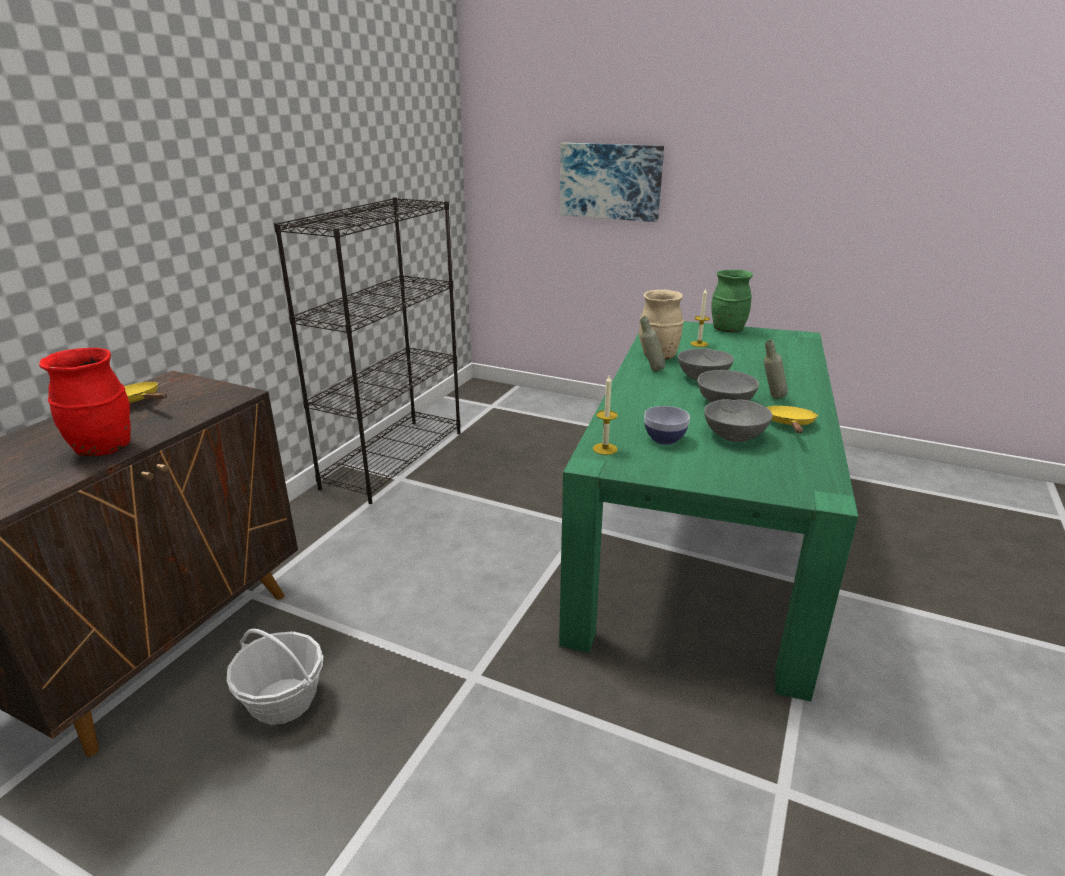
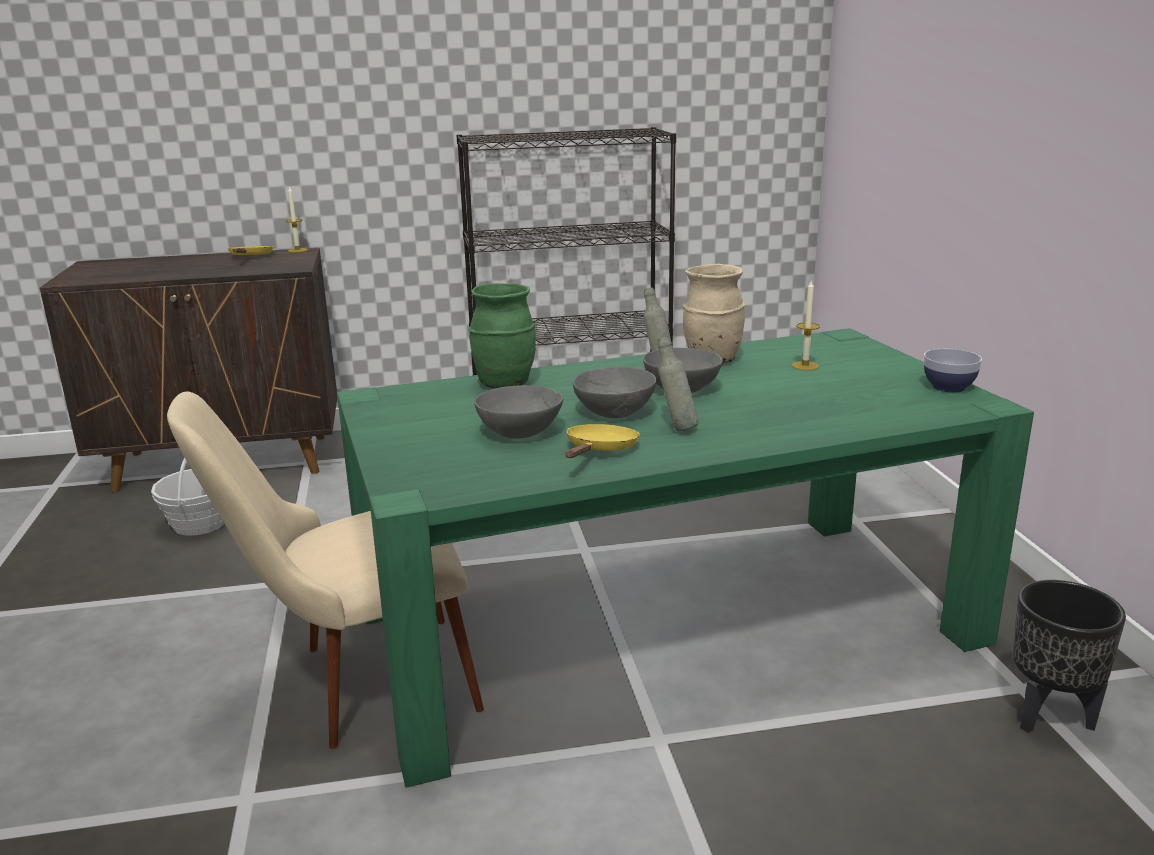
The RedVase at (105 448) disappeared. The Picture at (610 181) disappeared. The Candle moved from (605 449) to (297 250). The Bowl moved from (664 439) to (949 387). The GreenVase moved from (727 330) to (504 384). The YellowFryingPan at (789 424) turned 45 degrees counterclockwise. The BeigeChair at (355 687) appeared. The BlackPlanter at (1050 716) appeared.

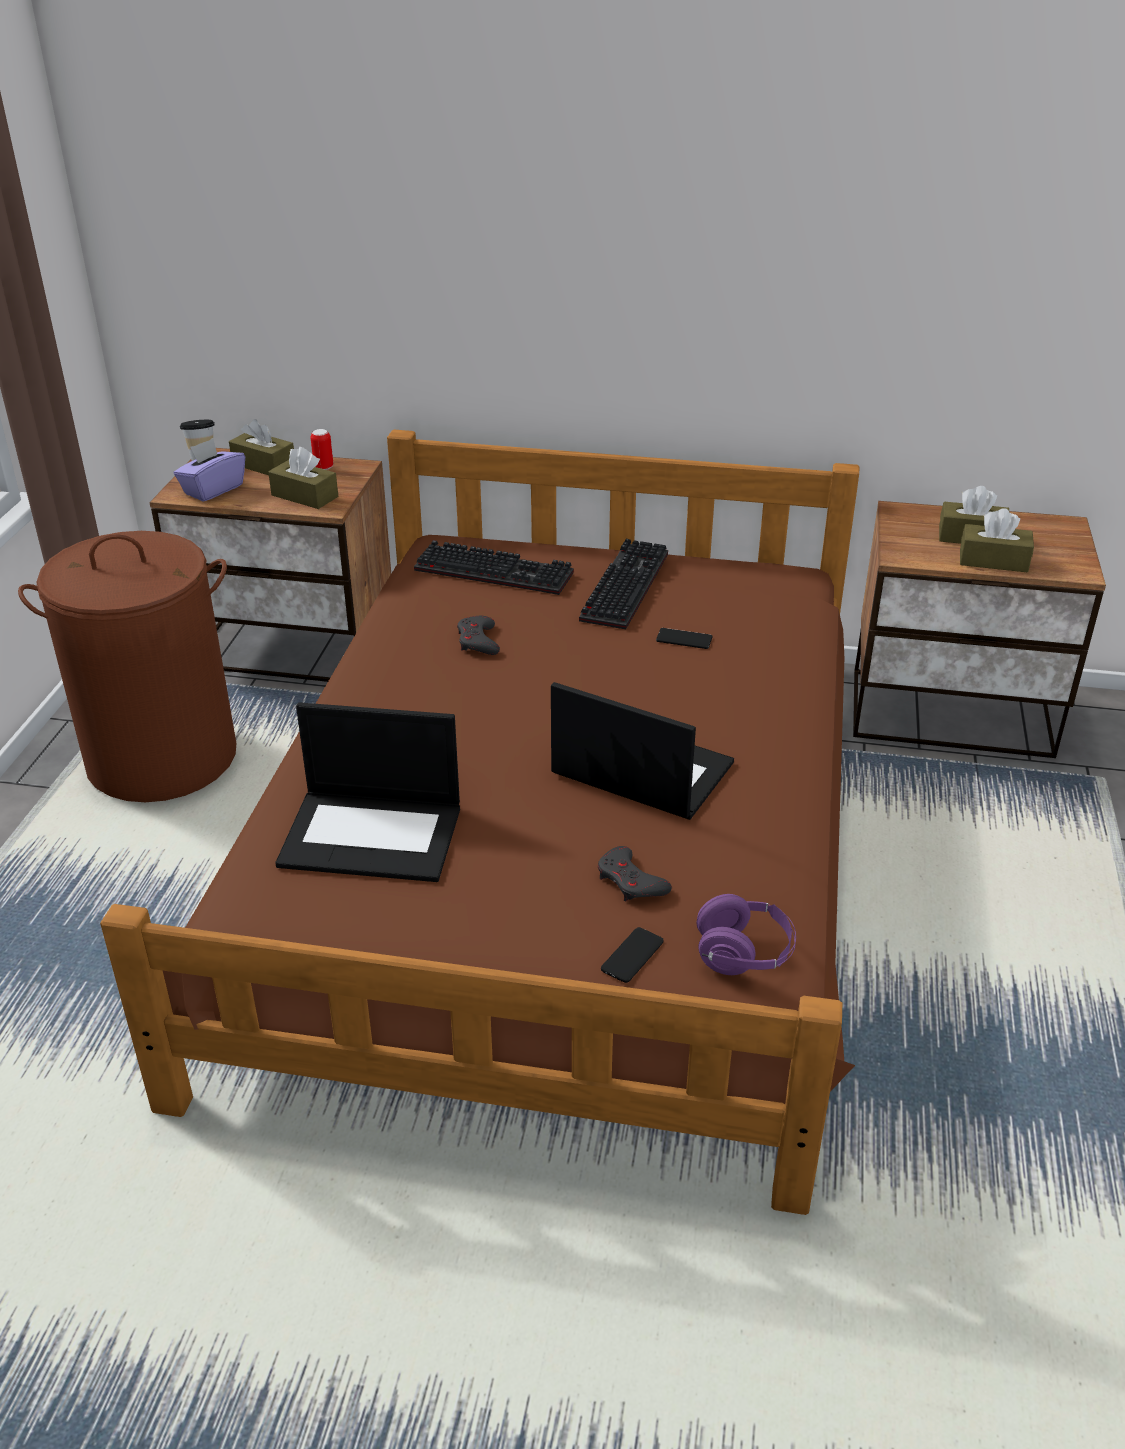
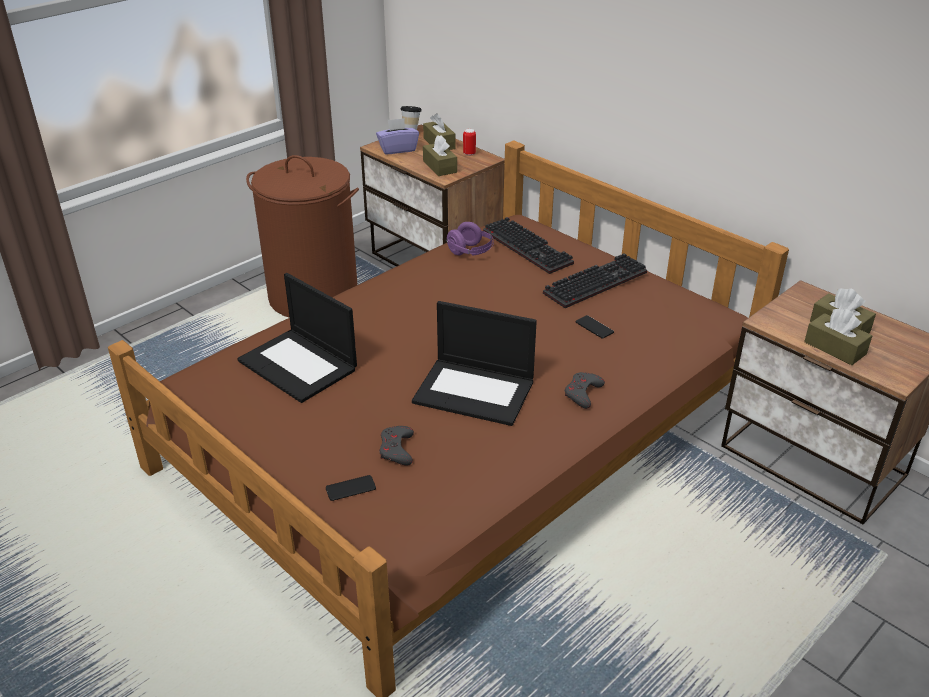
The GreyGameController moved from (478 641) to (582 393). The Laptop at (639 770) turned 135 degrees clockwise. The PurpleHeadphones moved from (744 954) to (470 252).

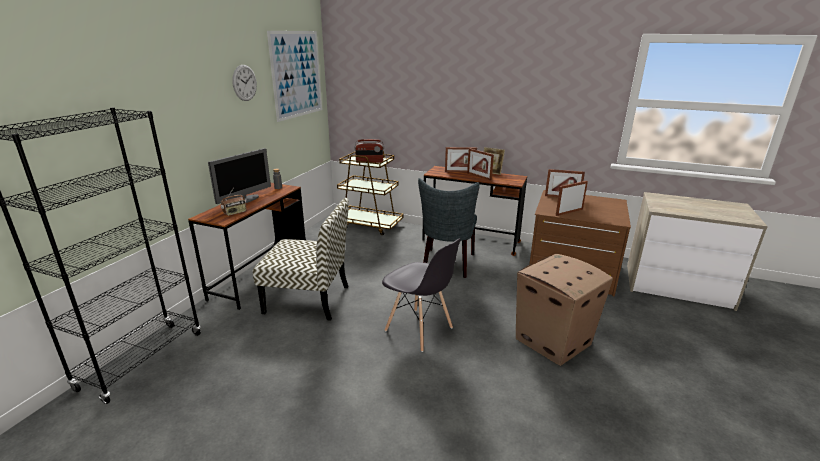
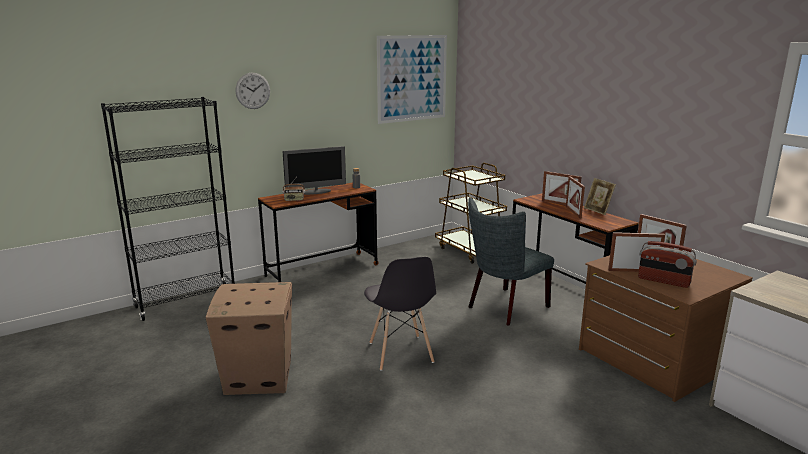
The WallClock moved from (244 83) to (253 90). The Chair at (309 299) disappeared. The Radio moved from (369 162) to (663 281). The CardboardBox moved from (552 342) to (257 377).

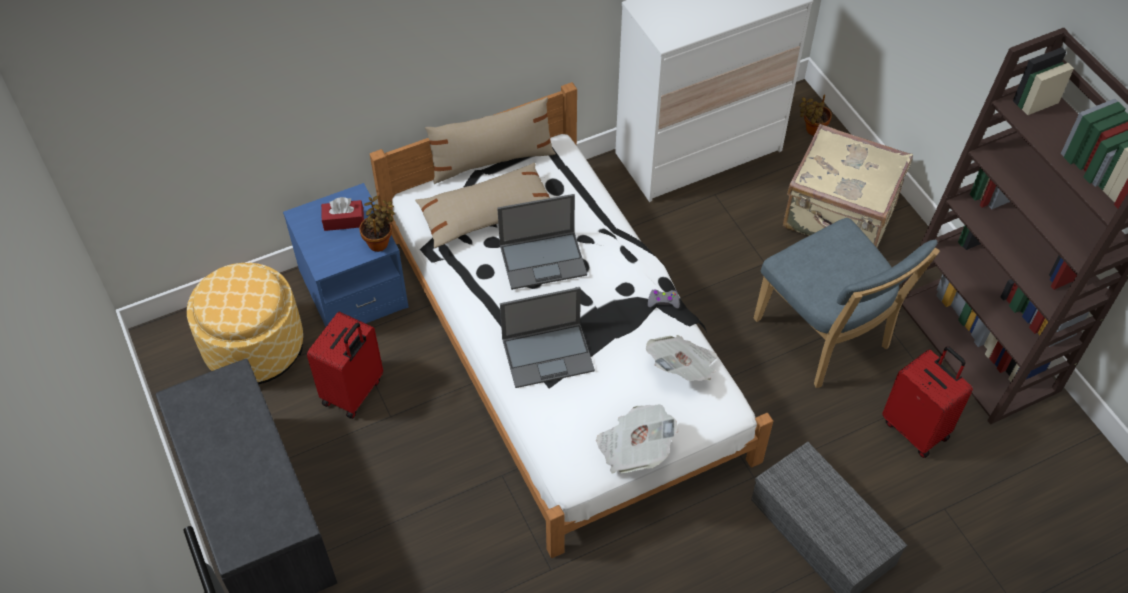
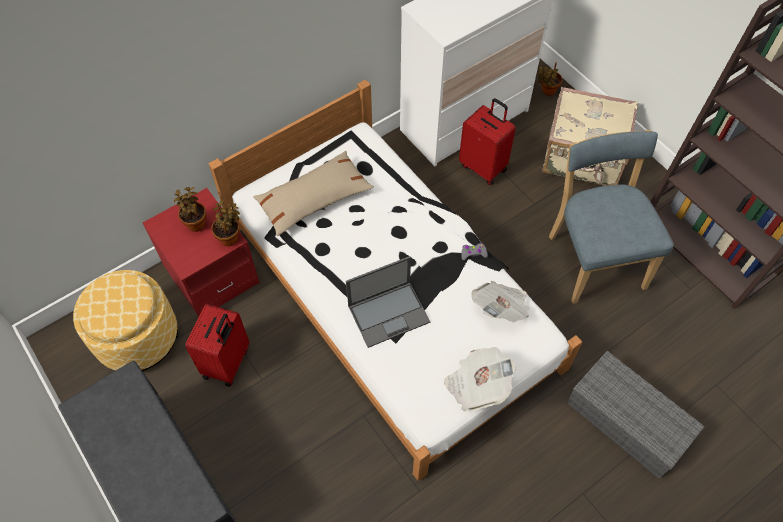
The BlueNightstand at (353 289) became the RedNightstand at (211 274). The RedTissueBox at (344 221) was replaced by the PottedPlant at (196 223). The BeigePillow at (492 161) disappeared. The Laptop at (544 259) disappeared. The BlueChair at (825 338) turned 150 degrees counterclockwise. The RedSuitcase moved from (916 429) to (483 167).

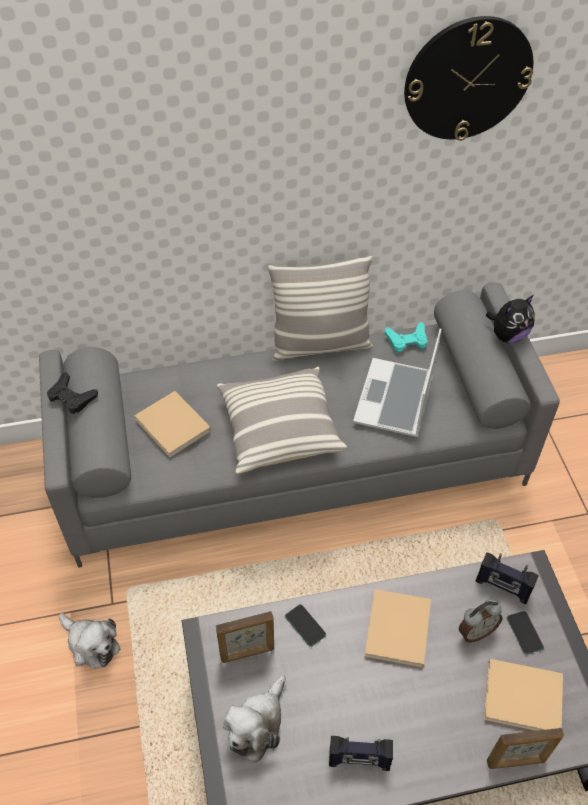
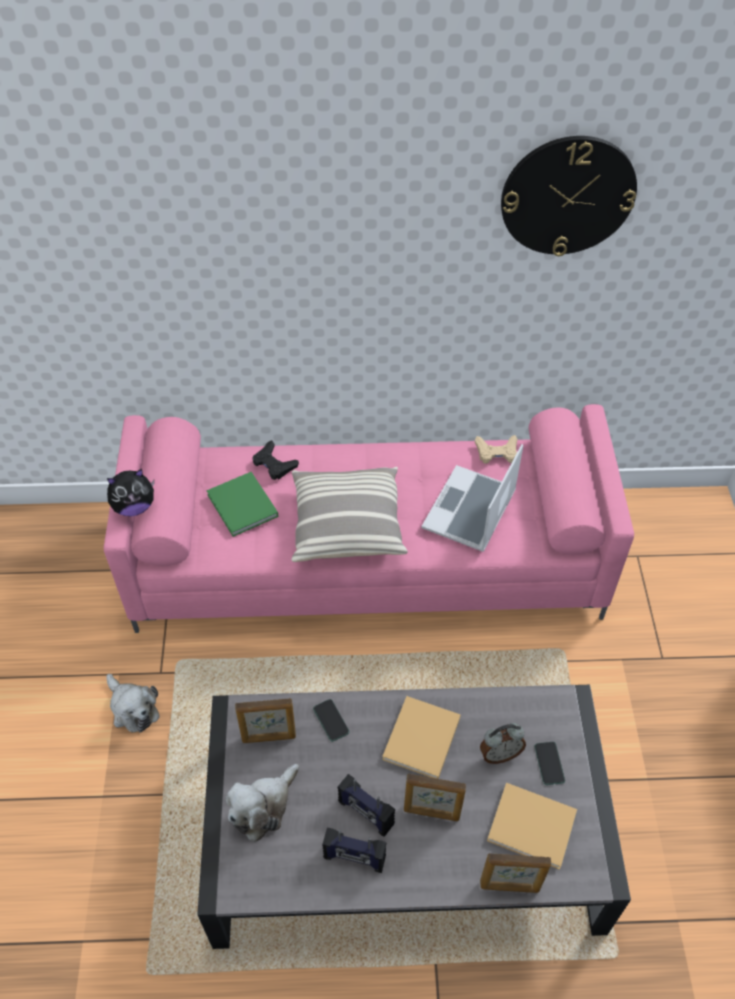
The GreySofa at (295 462) became the PinkSofa at (369 561). The BlackGameController moved from (71 397) to (274 464). The BeigeBook at (174 427) became the GreenBook at (243 507). The Pillow at (320 345) disappeared. The TurquoiseGameController at (407 340) became the BeigeGameController at (496 452). The Radio moved from (502 587) to (365 813). The PlushToy moved from (508 335) to (134 507). The PictureFrame at (431 813) appeared.

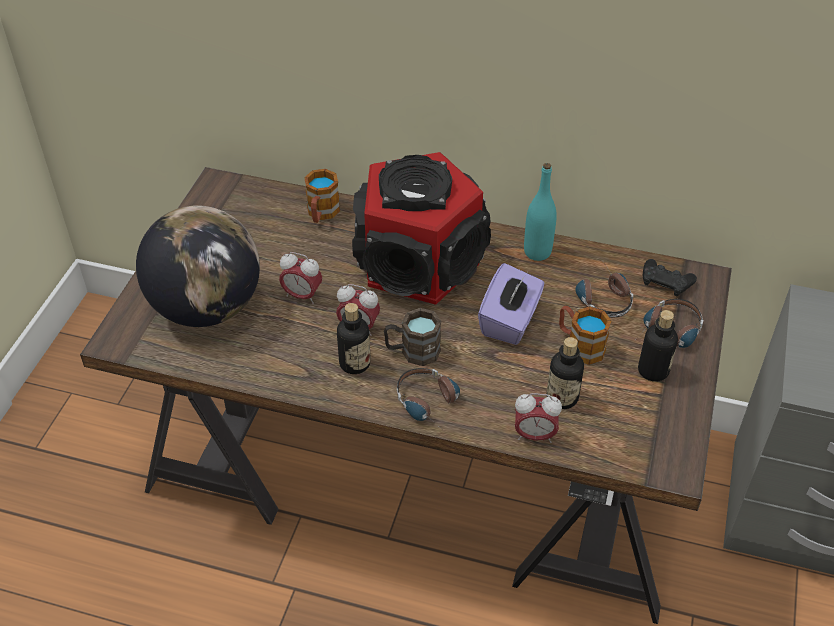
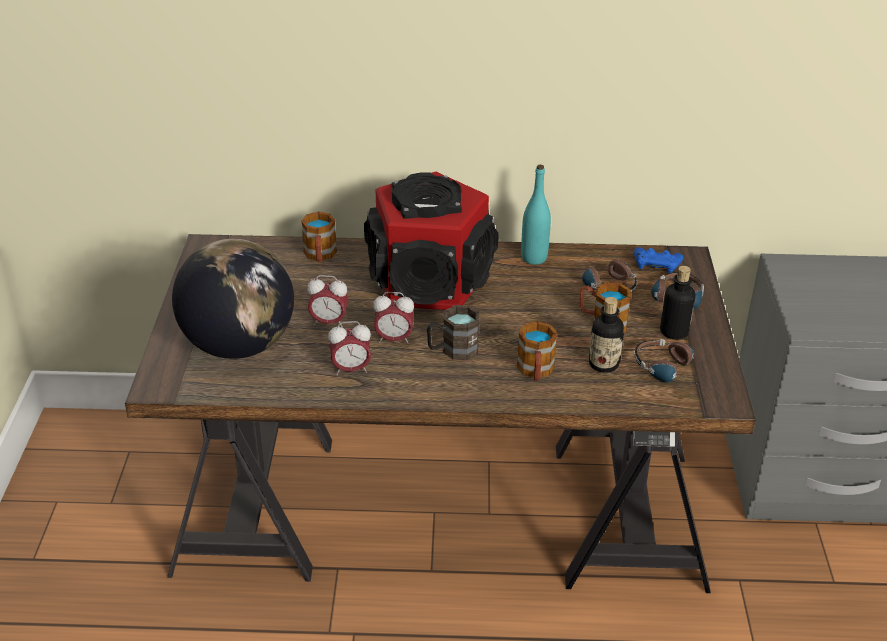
The Bottle at (355 363) disappeared. The Headphones moved from (432 405) to (670 370). The PurpleTissueBox at (510 321) disappeared. The AlarmClock moved from (534 435) to (351 369). The BlackGameController at (666 282) became the BlueGameController at (656 264). The Mug at (535 371) appeared.

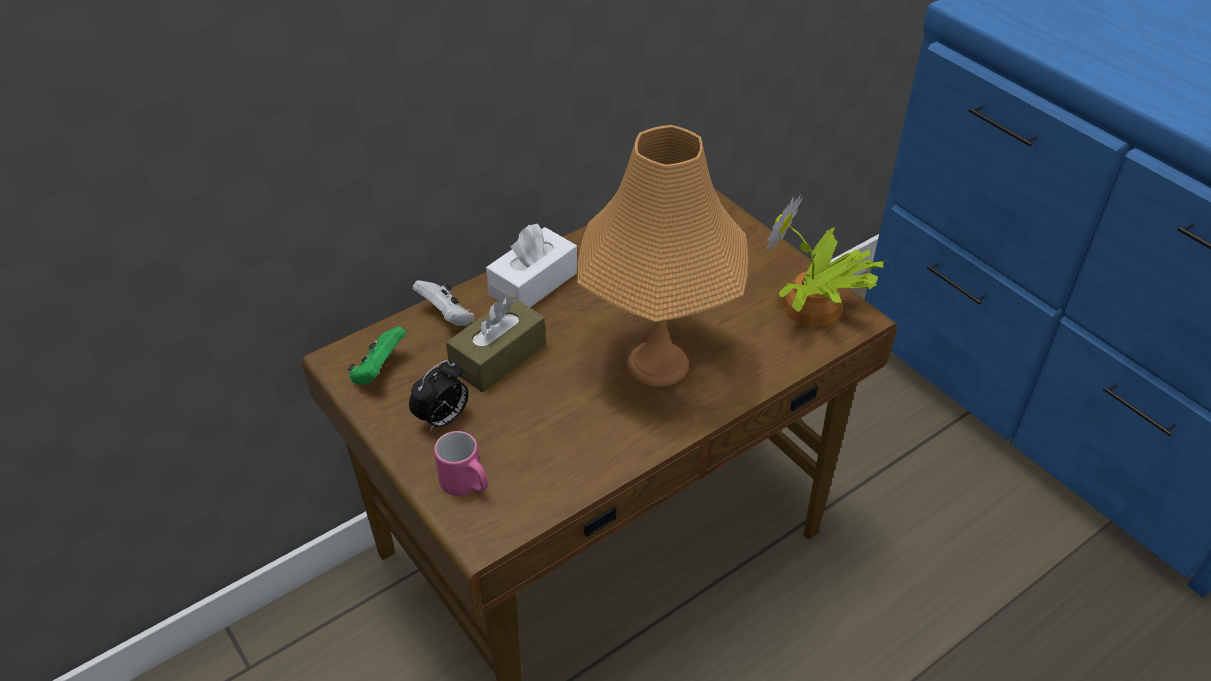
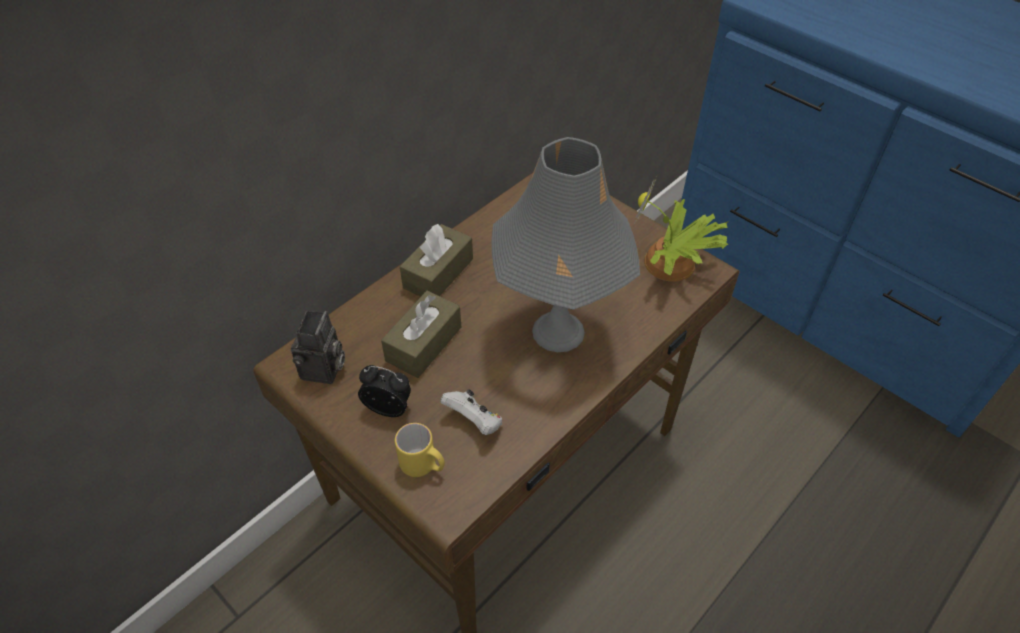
The GreenGameController at (379 371) was replaced by the PhotoCamera at (324 371). The AlarmClock at (443 419) turned 105 degrees counterclockwise. The WhiteGameController moved from (447 317) to (474 422). The PinkMug at (466 485) became the YellowMug at (423 466). The WhiteTissueBox at (533 283) became the BrownTissueBox at (438 273). The OrangeTableLamp at (657 364) became the GreyTableLamp at (557 331).

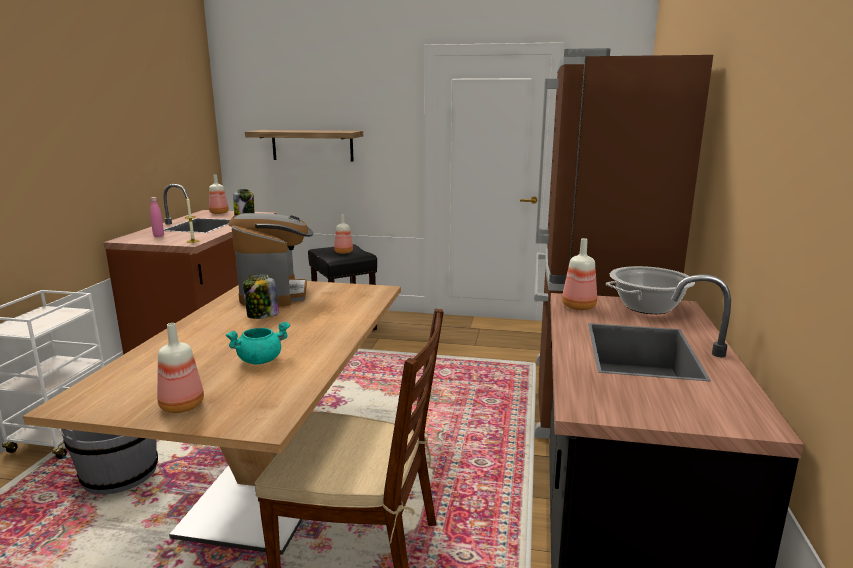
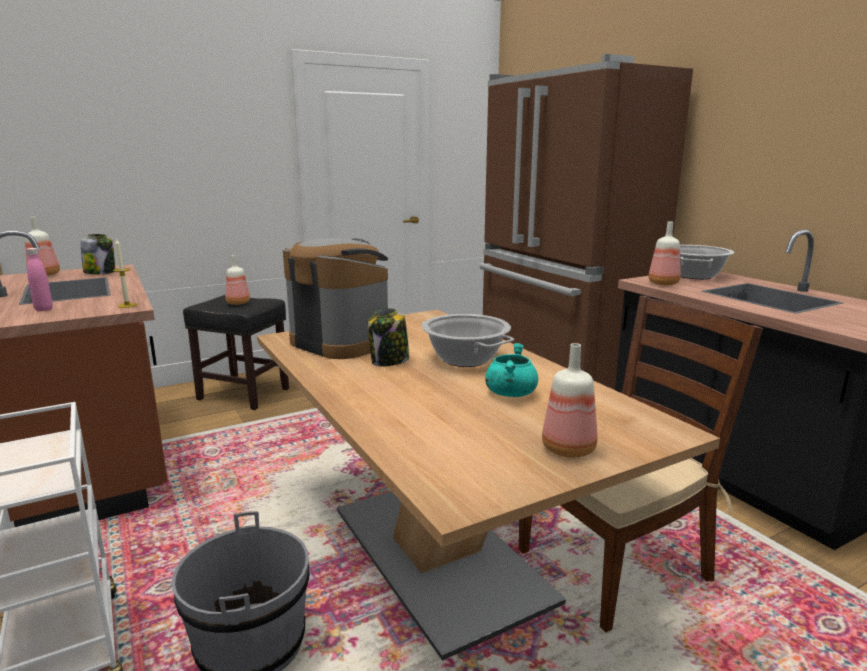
The Shelf at (312 145) disappeared. The CookingPot at (466 359) appeared.

